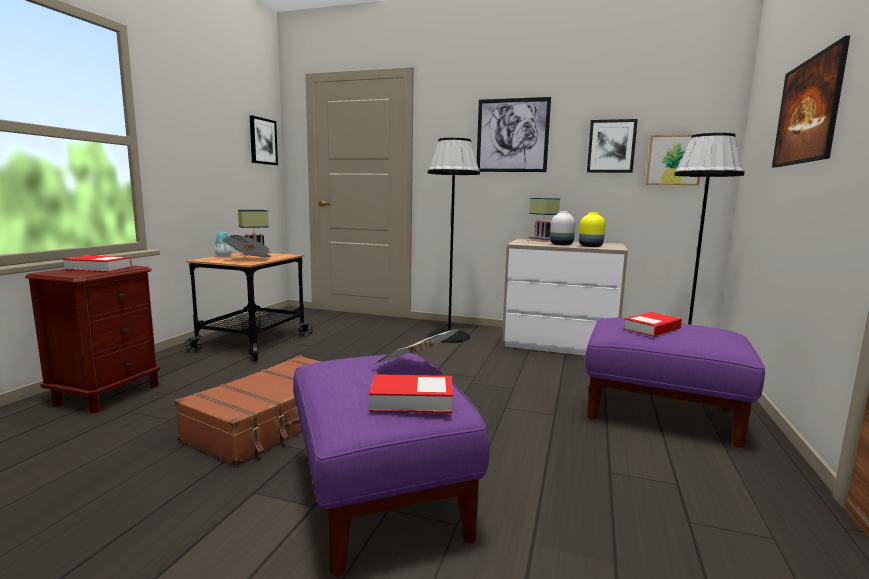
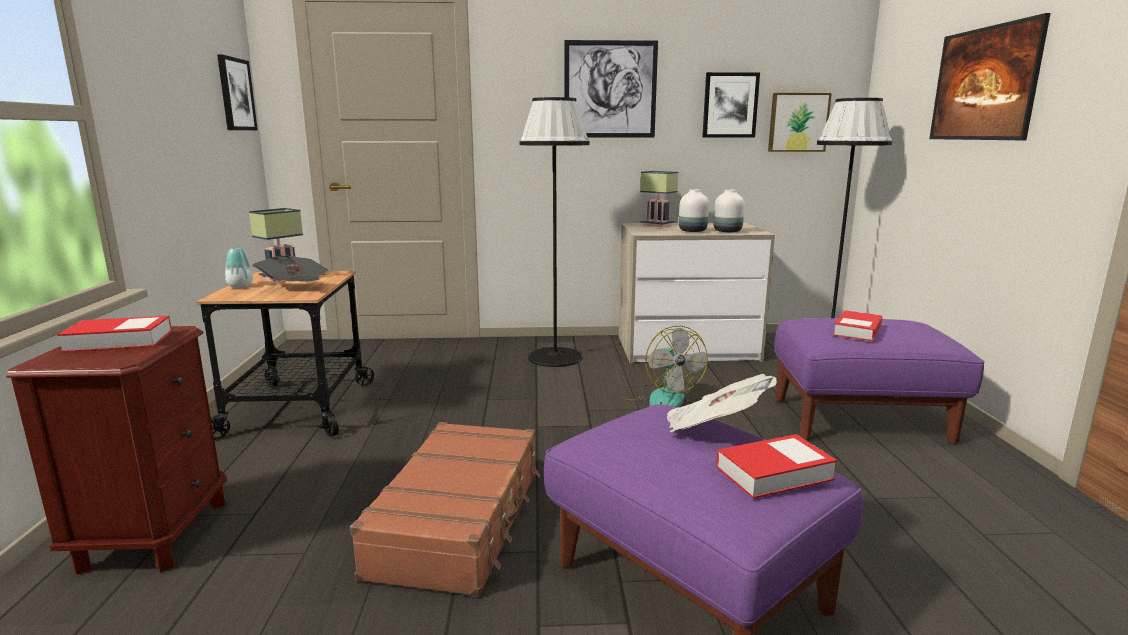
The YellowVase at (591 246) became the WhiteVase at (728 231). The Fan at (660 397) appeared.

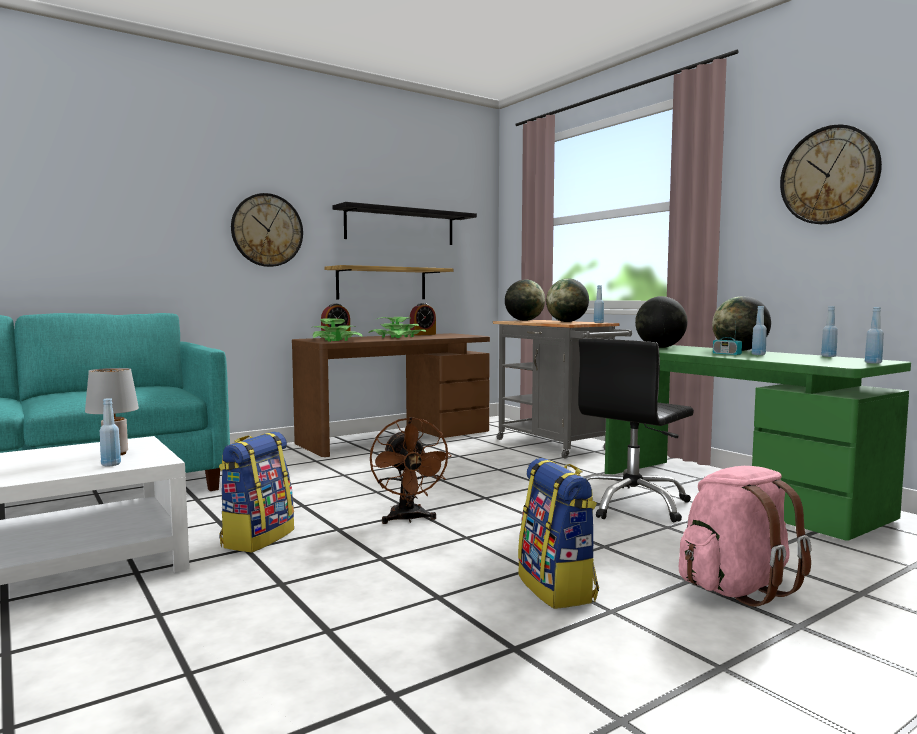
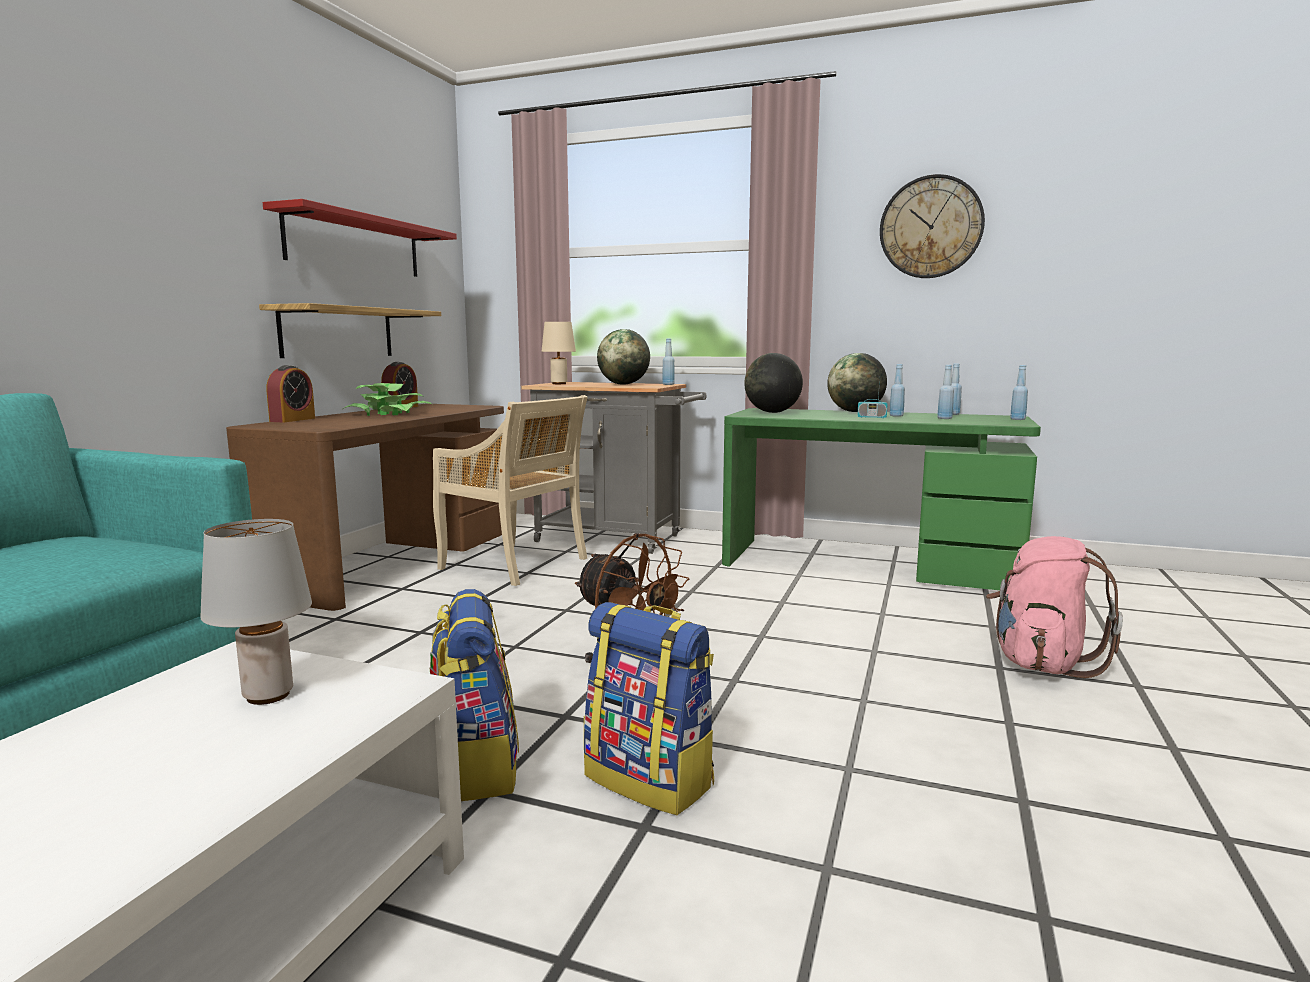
The BlueBottle moved from (111 465) to (944 418). The WallClock at (267 230) disappeared. The PottedPlant at (336 340) disappeared. The BlackShelf at (400 226) became the RedShelf at (355 245). The Globe at (524 320) was replaced by the BeigeTableLamp at (558 384). The Backpack moved from (558 588) to (651 780). The BlackOfficeChair at (632 504) disappeared. The BeigeChair at (515 564) appeared.

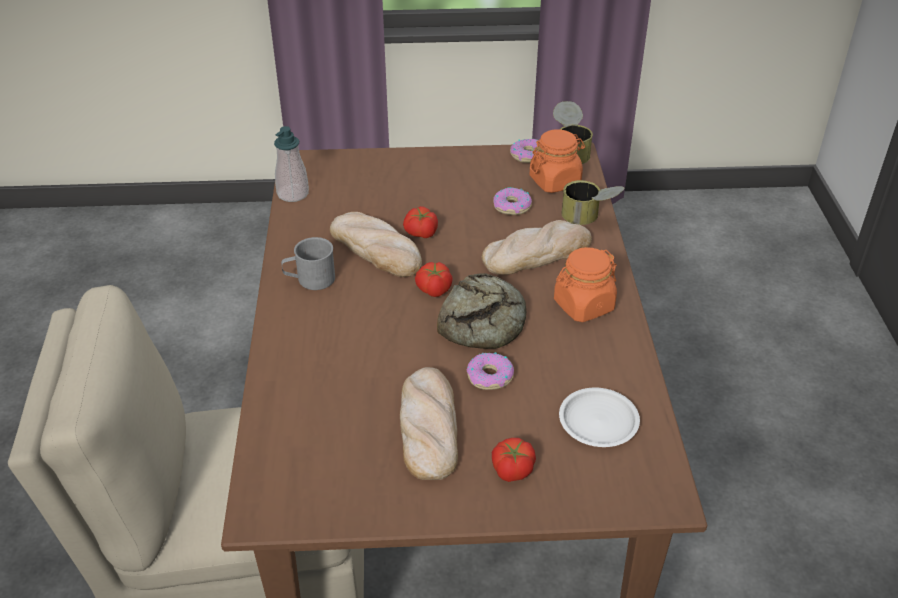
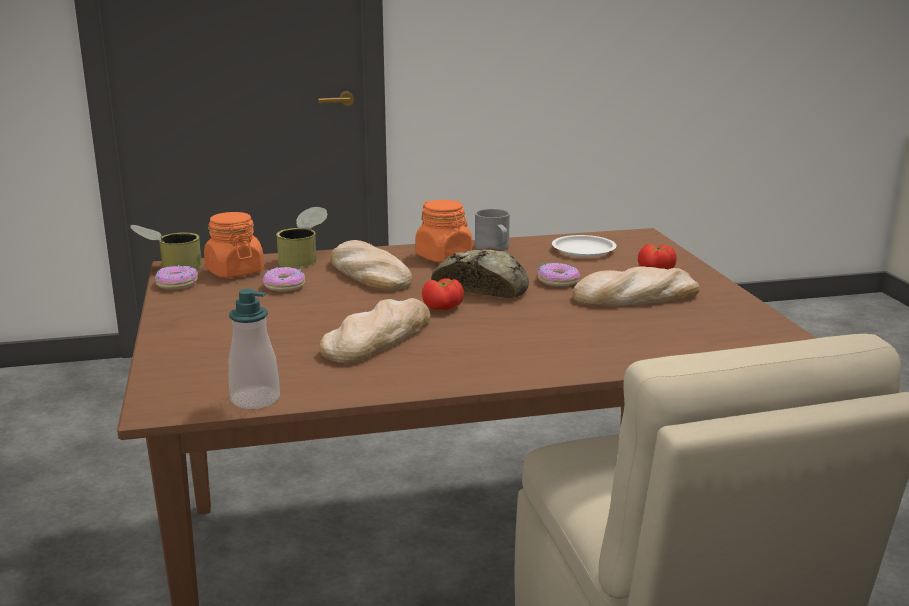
The GreyMug moved from (310 279) to (494 248). The Tomato at (421 232) disappeared.

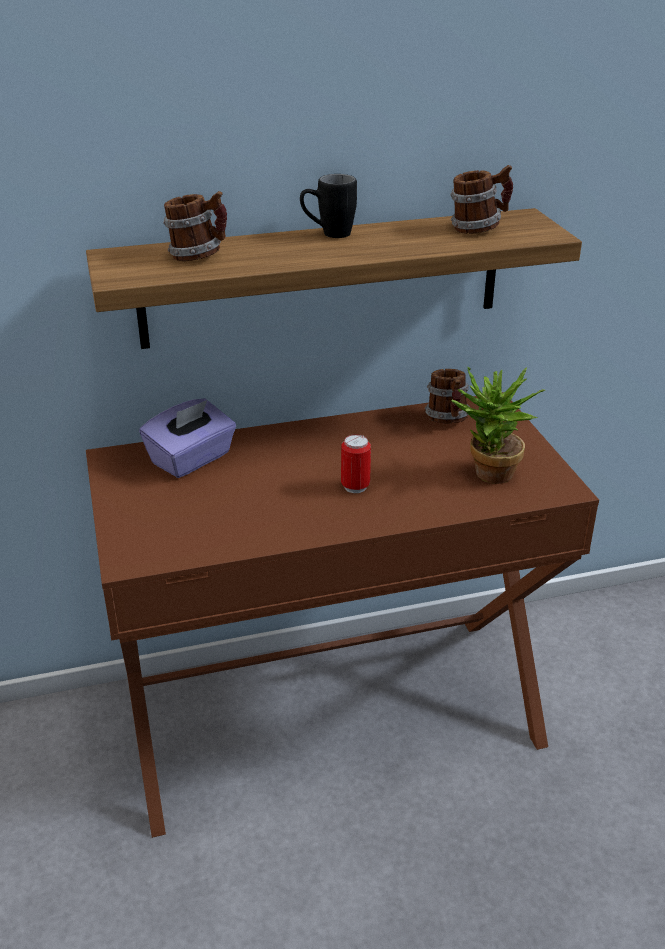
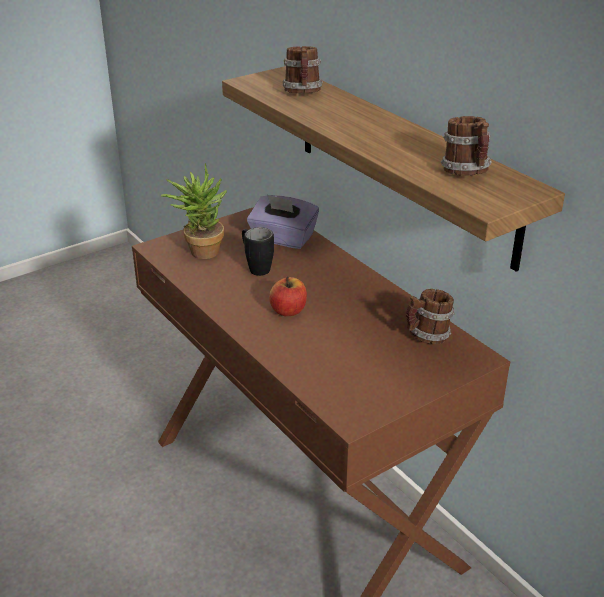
The BlackMug moved from (328 234) to (256 267). The Can at (355 487) was replaced by the Apple at (288 311). The PottedPlant moved from (488 476) to (200 250).

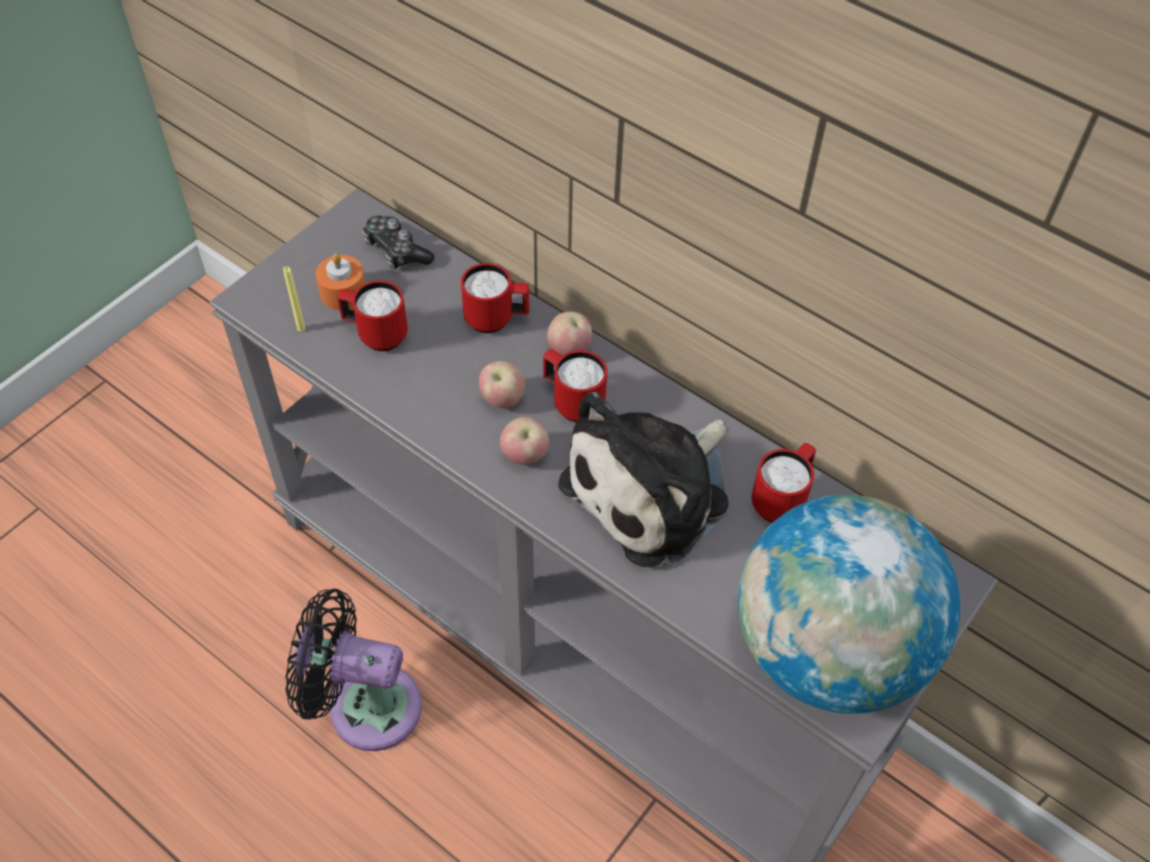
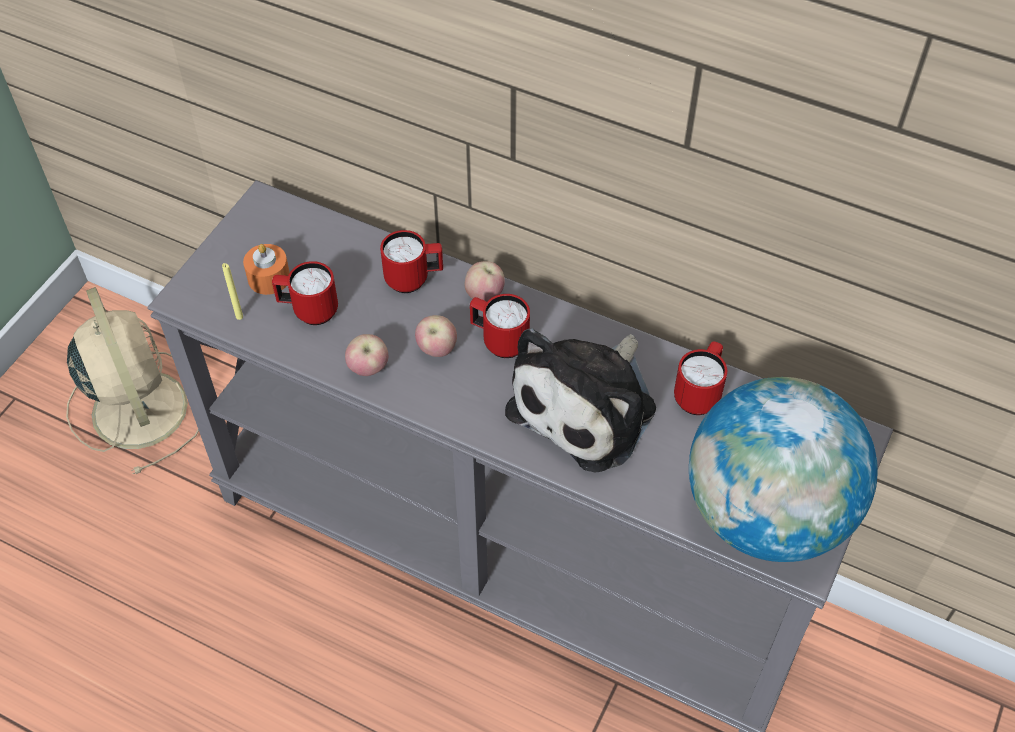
The BlackFan at (365 705) disappeared. The GameController at (396 250) disappeared. The Apple moved from (524 455) to (368 368). The BeigeFan at (138 406) appeared.

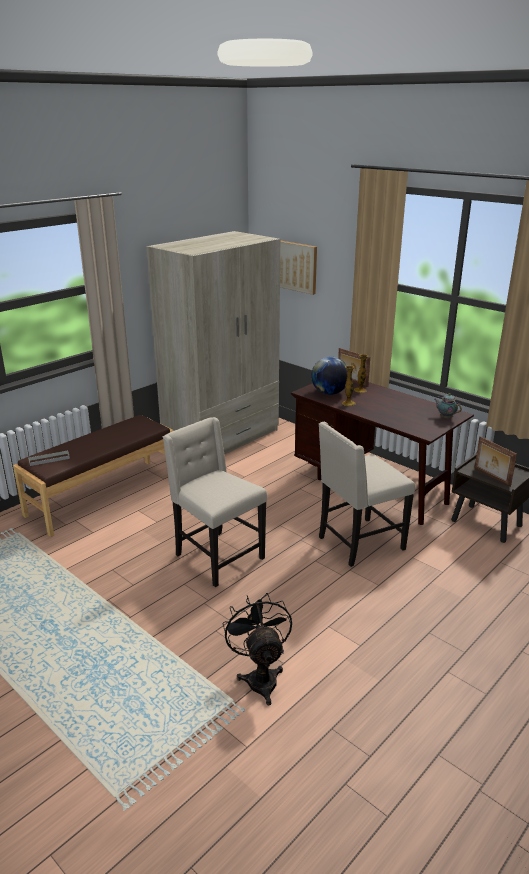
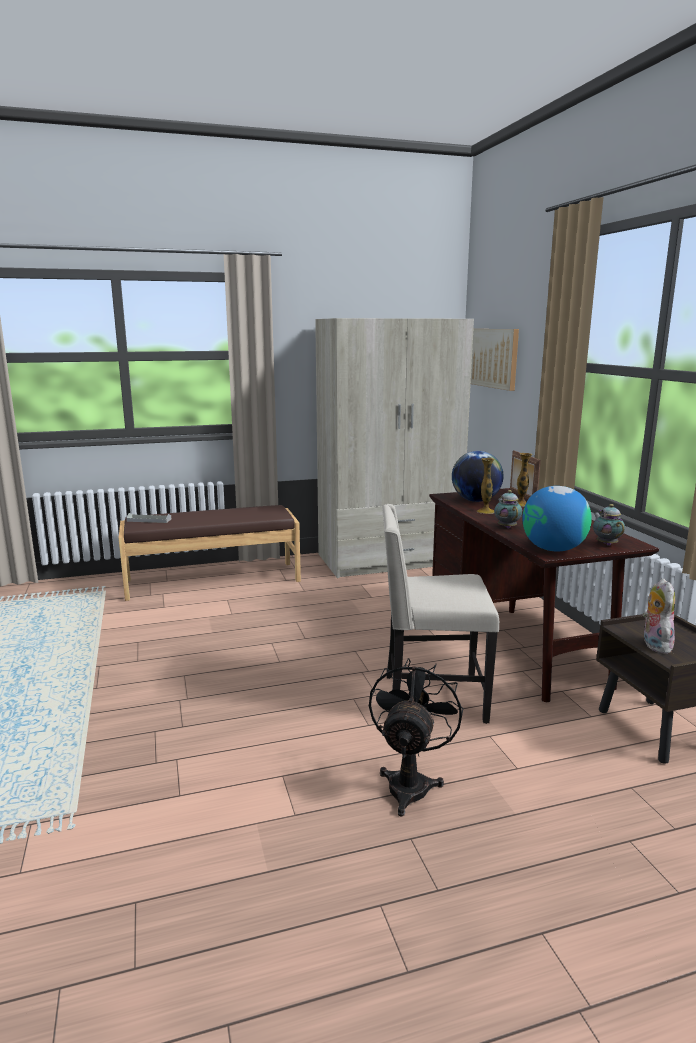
The BeigeChair at (217 557) disappeared. The BlackFan moved from (260 677) to (410 782). The PictureFrame at (491 477) was replaced by the PlushToy at (654 644). The Teapot at (506 527) appeared. The Globe at (553 549) appeared.

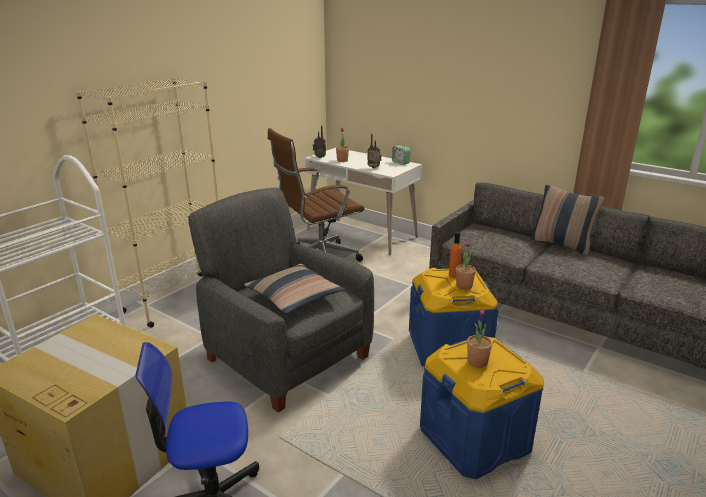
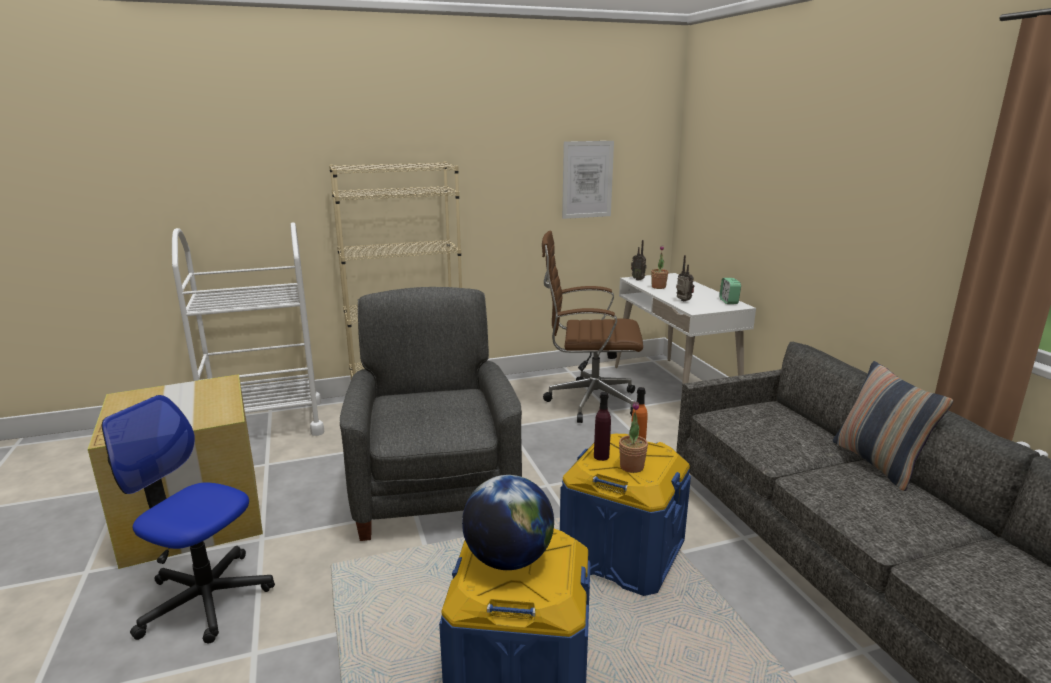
The Pillow at (294 297) disappeared. The PottedPlant at (477 362) was replaced by the Globe at (508 559). The Picture at (587 179) appeared. The PurpleBottle at (601 456) appeared.

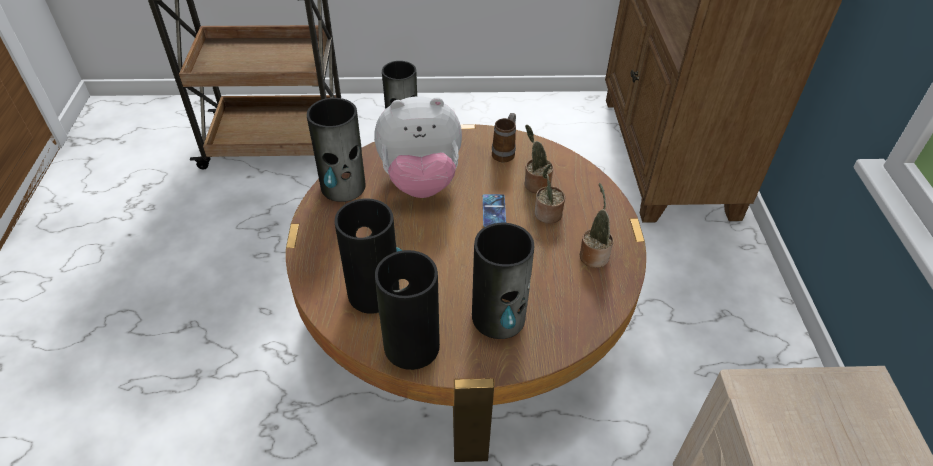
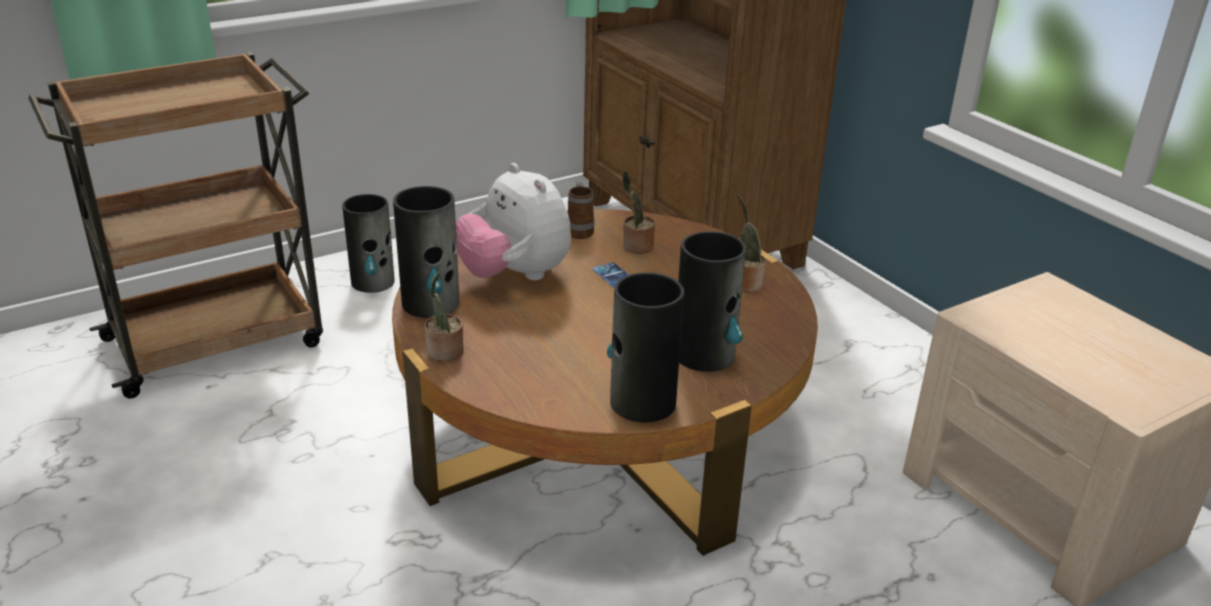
The Vase at (374 291) disappeared. The PlushToy at (420 181) turned 90 degrees clockwise. The PottedPlant moved from (547 215) to (444 352).

